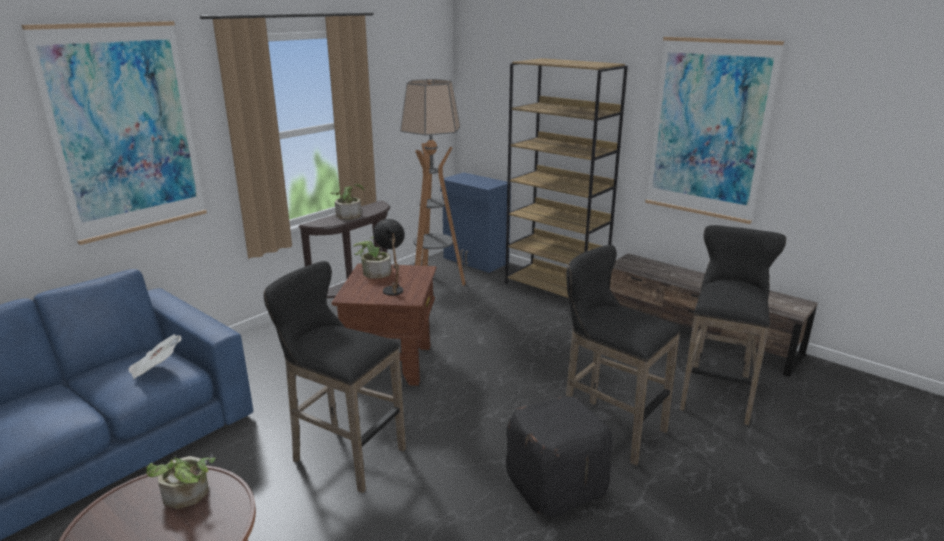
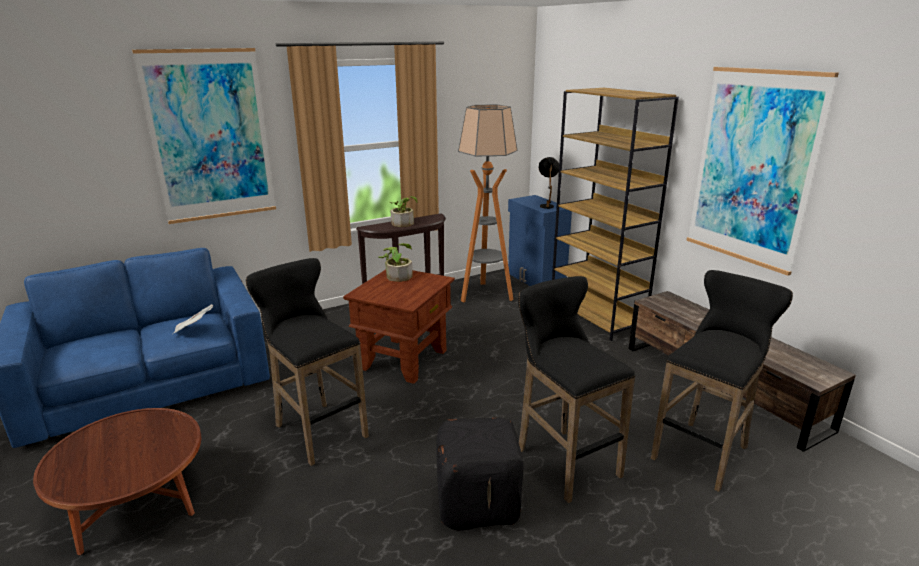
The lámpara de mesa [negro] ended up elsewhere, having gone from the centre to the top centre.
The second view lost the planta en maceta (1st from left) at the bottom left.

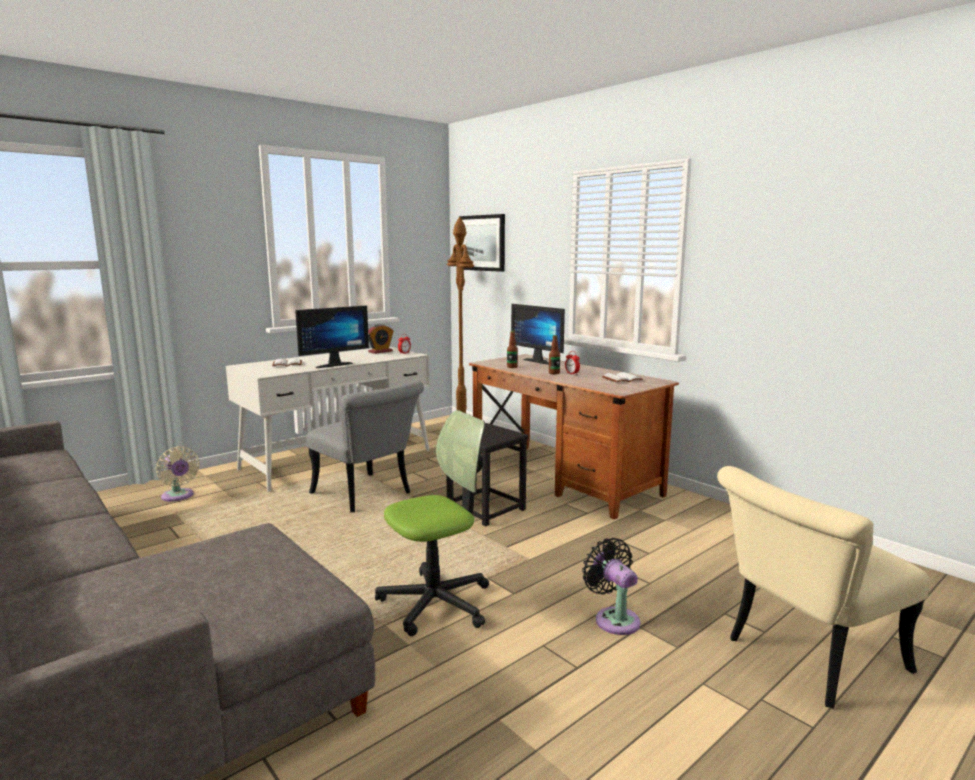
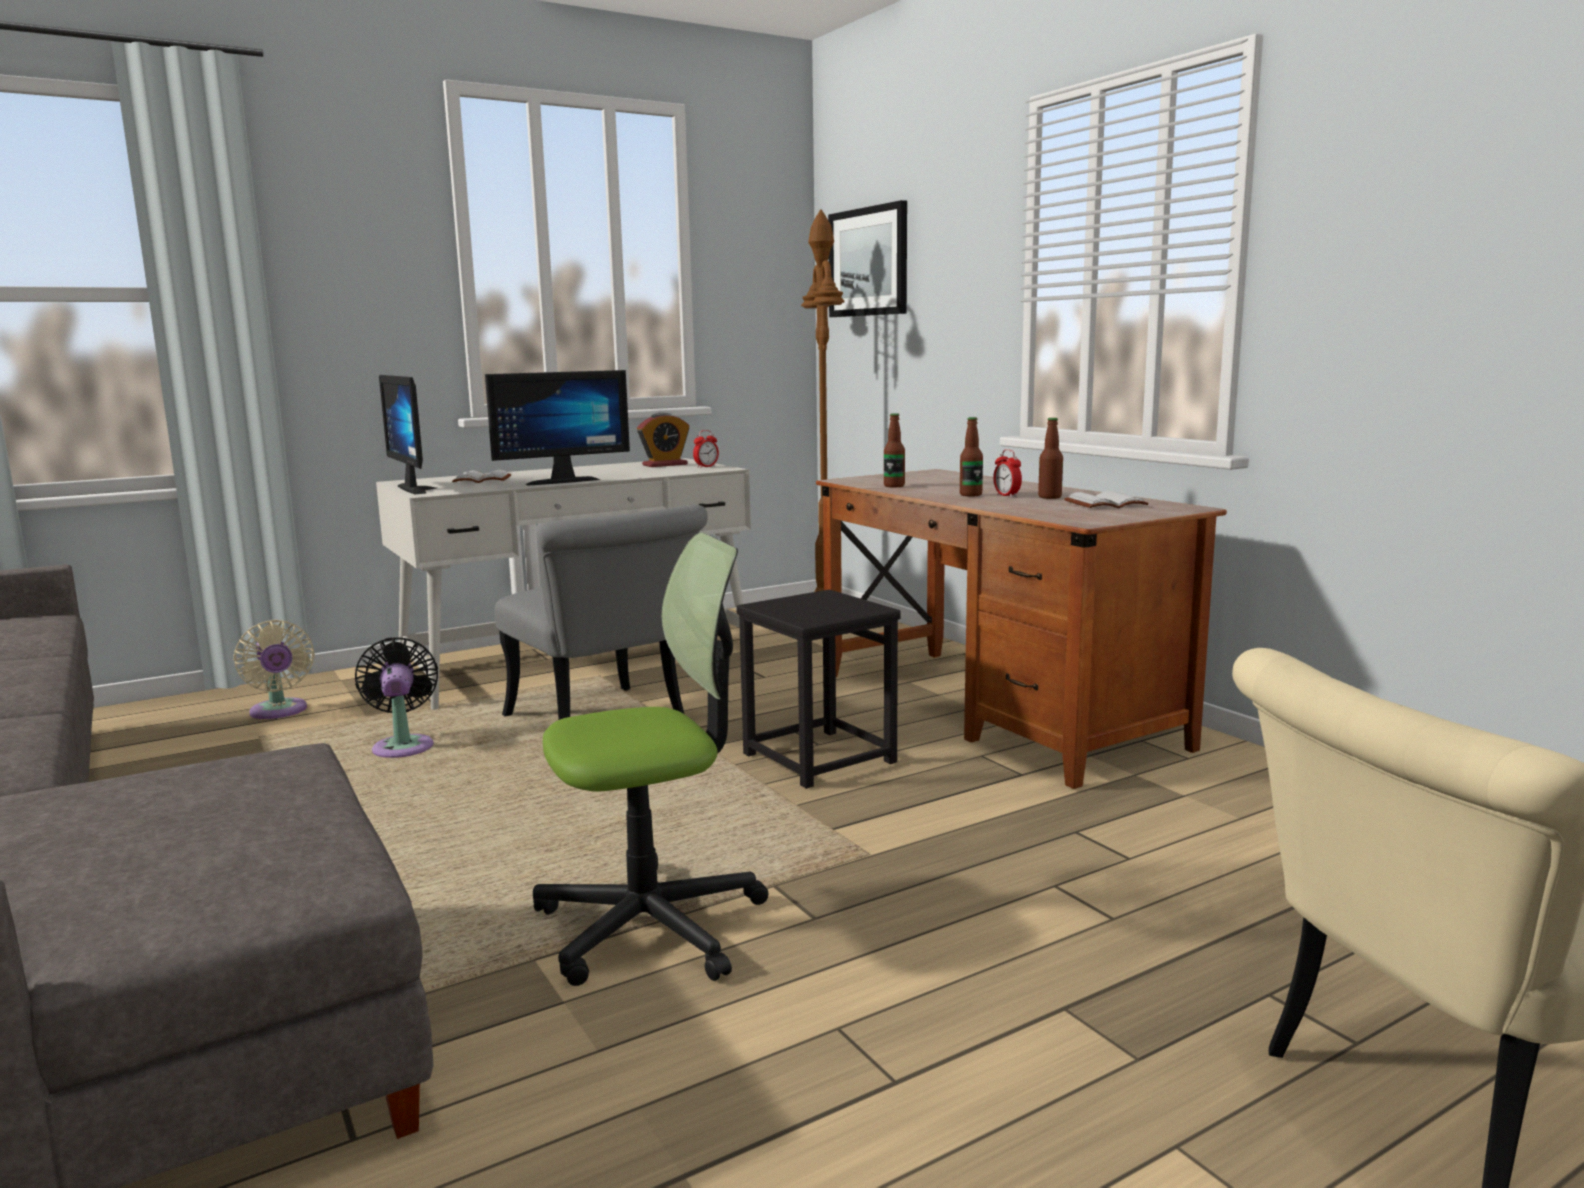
The ventilador [negro] ended up elsewhere, having gone from the bottom centre to the middle left.
The monitor (2nd from left in the first image) ended up elsewhere, having gone from the centre to the middle left.
The second view gained the botella (3rd from left) at the centre.

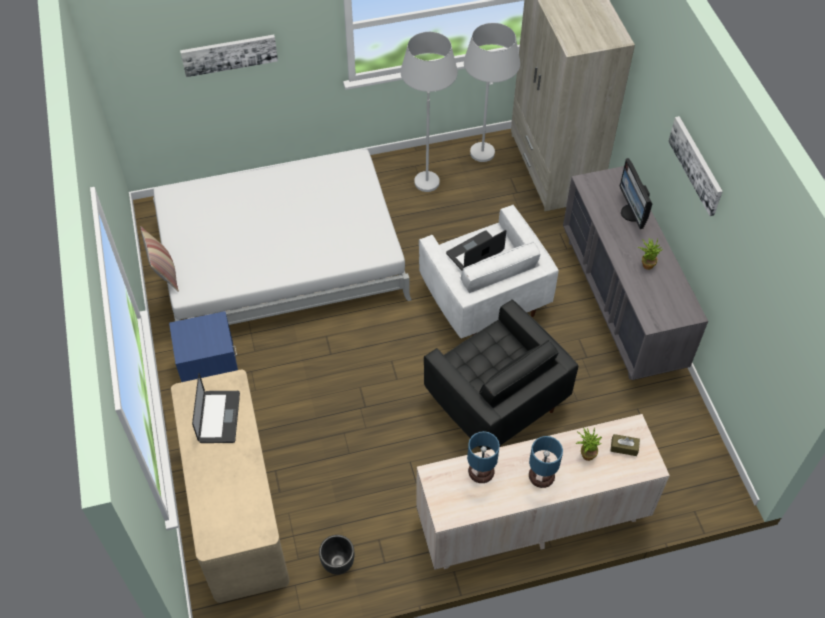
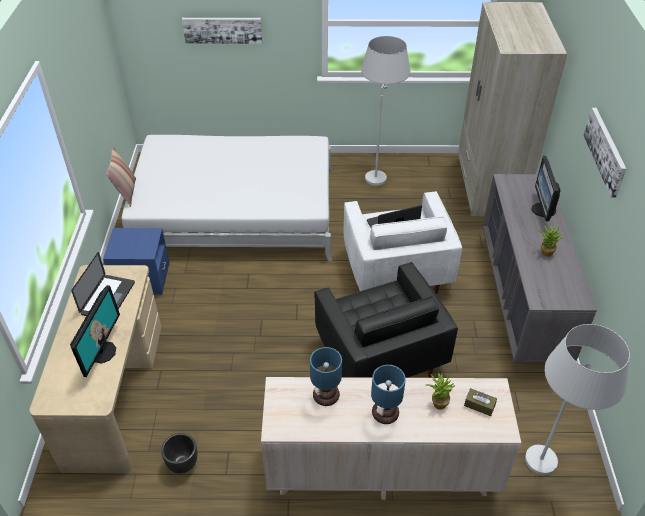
The second view gained the monitor (1st from left) at the middle left.
The lámpara de pie [blanco] (2nd from left) ended up elsewhere, having gone from the top centre to the bottom right.

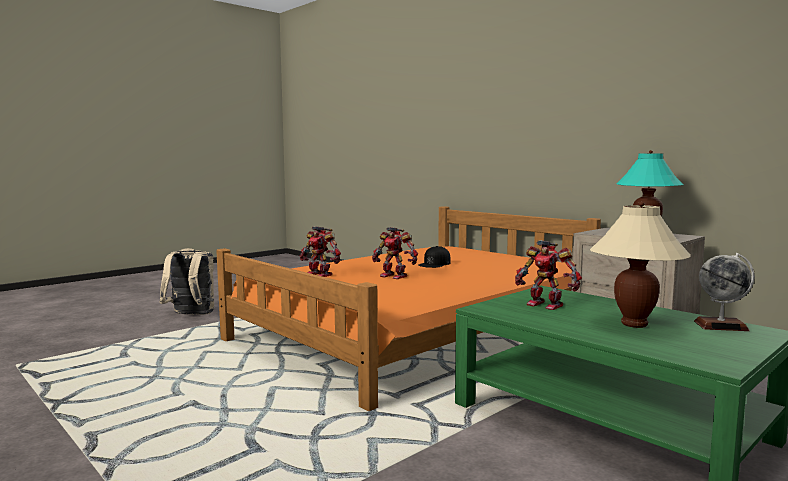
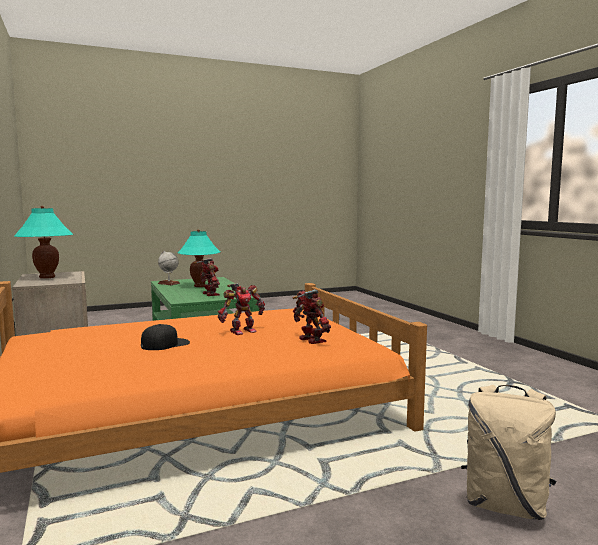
What was the lámpara de mesa [beis] at the middle right turned into the lámpara de mesa [turquesa] (2nd from left) at the middle left.
The robot de juguete (2nd from left) at the centre ended up facing another way, 90 degrees clockwise from before.

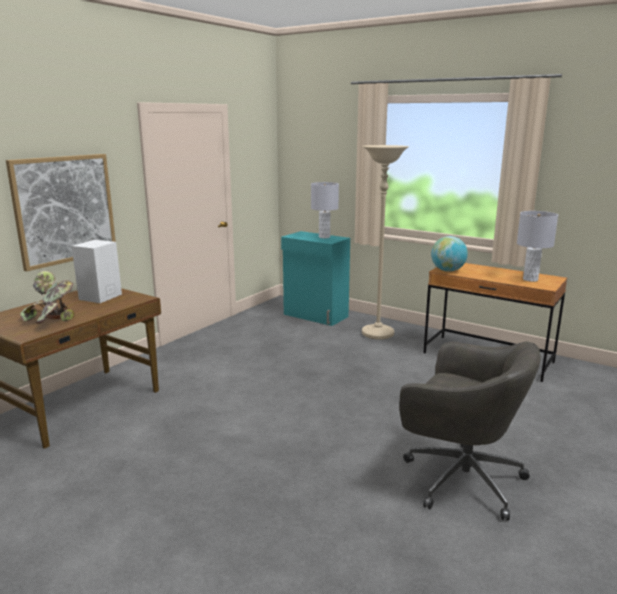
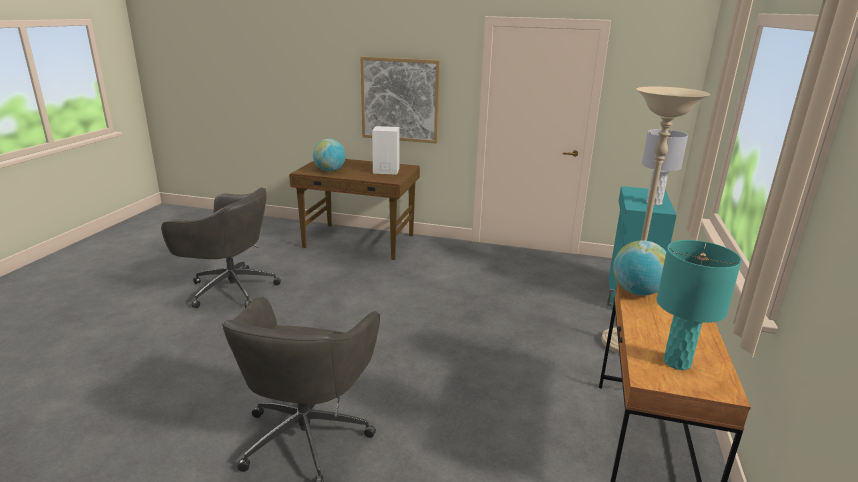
The second view gained the silla de oficina [gris] (1st from left) at the middle left.
Where the planta en maceta stood at the middle left, the globo terráqueo (1st from left) came to stand at the top centre.
What was the lámpara de mesa [gris] (2nd from left) at the middle right turned into the lámpara de mesa [turquesa] at the middle right.

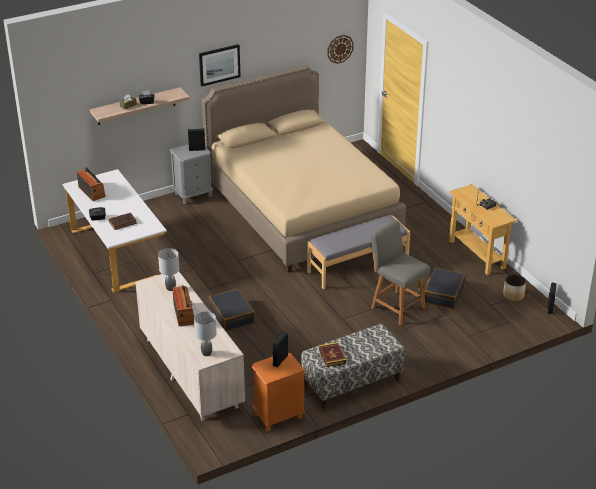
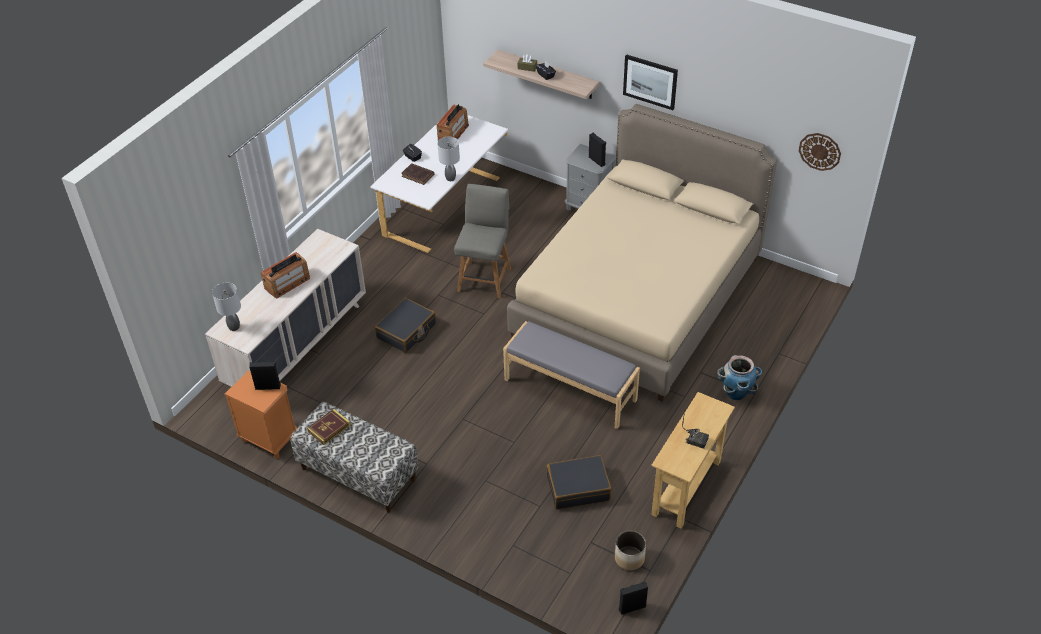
The lámpara de mesa [gris] (1st from left in the first image) ended up elsewhere, having gone from the middle left to the top centre.
The silla [gris] ended up elsewhere, having gone from the middle right to the centre.
The second view gained the maceta (2nd from left) at the middle right.

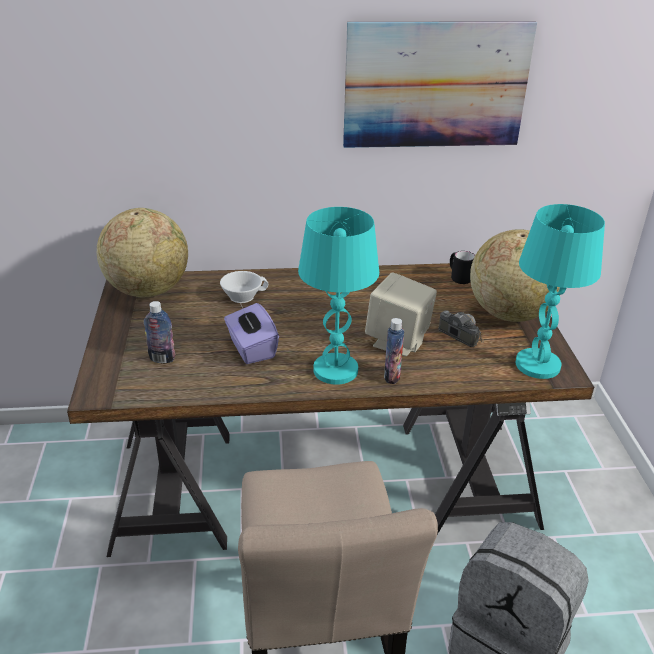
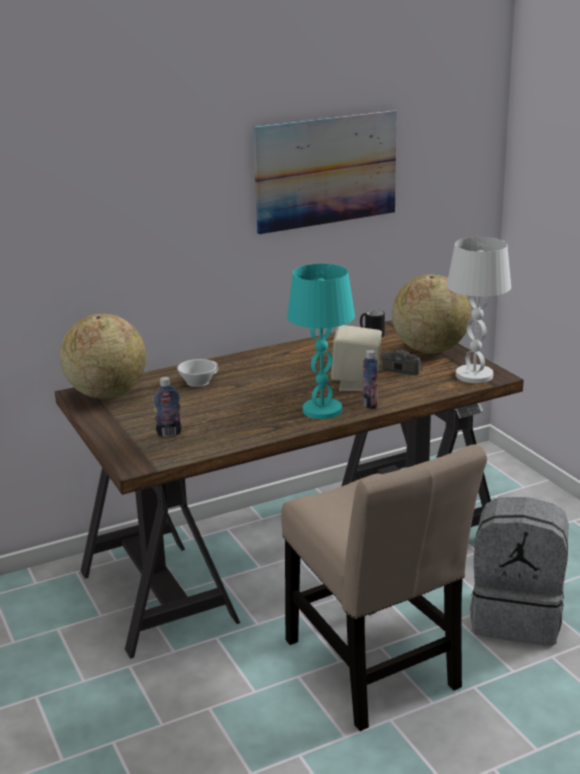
What was the lámpara de mesa [turquesa] (2nd from left) at the middle right turned into the lámpara de mesa [blanco] at the middle right.
The second view lost the caja de pañuelos [morado] at the centre.

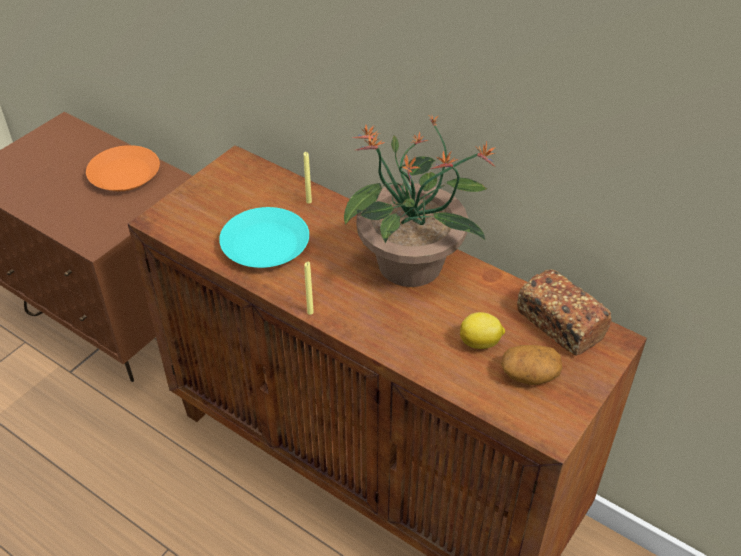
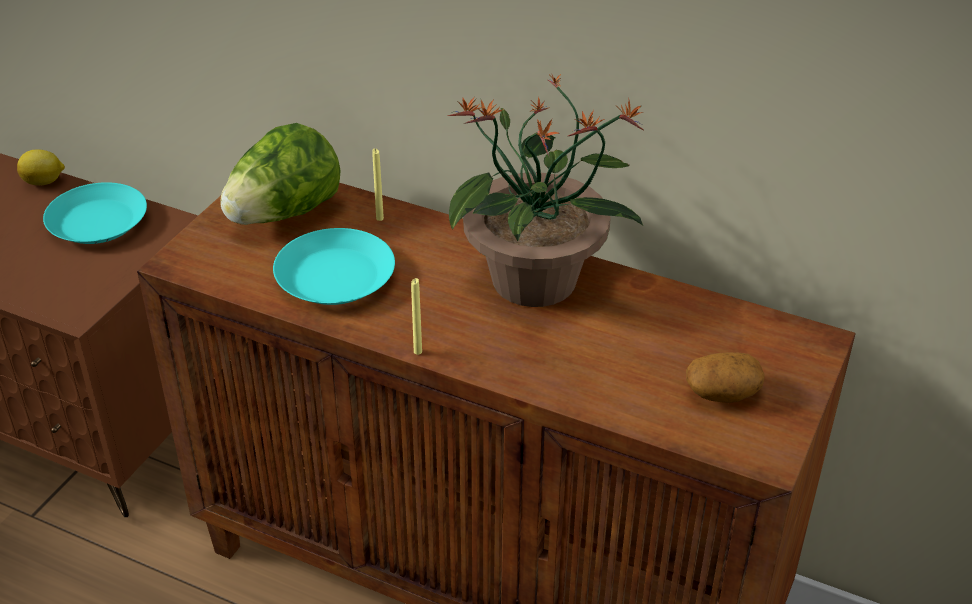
The limón ended up elsewhere, having gone from the centre to the top left.
What was the plato [naranja] at the top left turned into the plato [turquesa] (1st from left) at the middle left.
The second view gained the lechuga at the top left.
The second view lost the pan at the middle right.

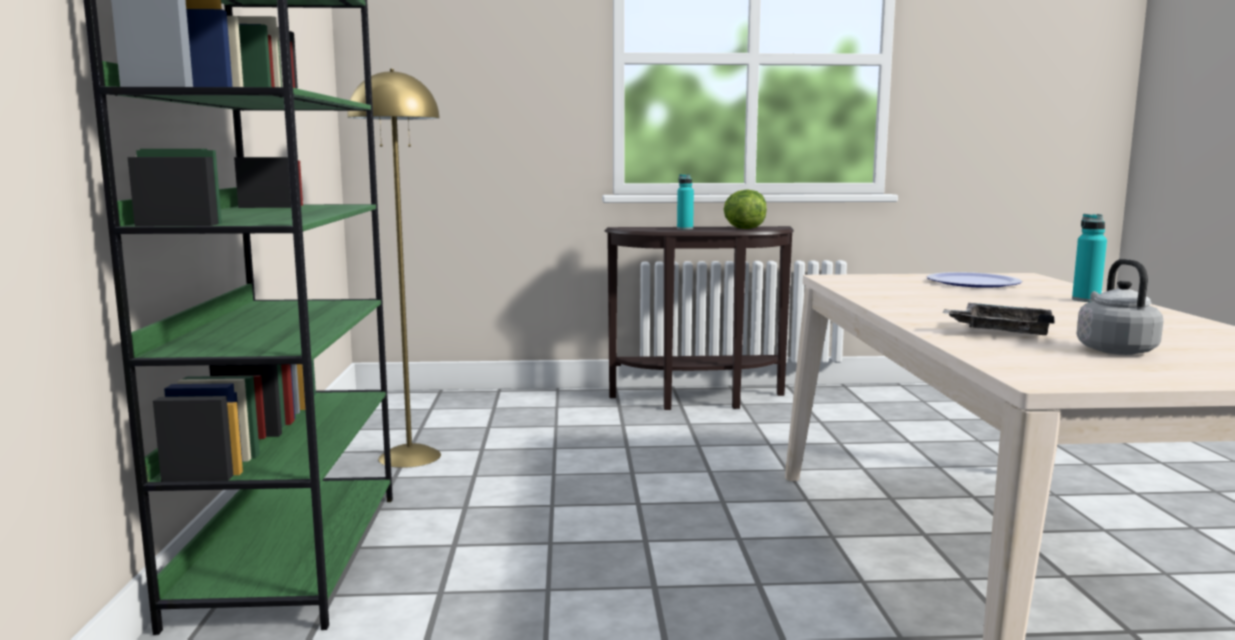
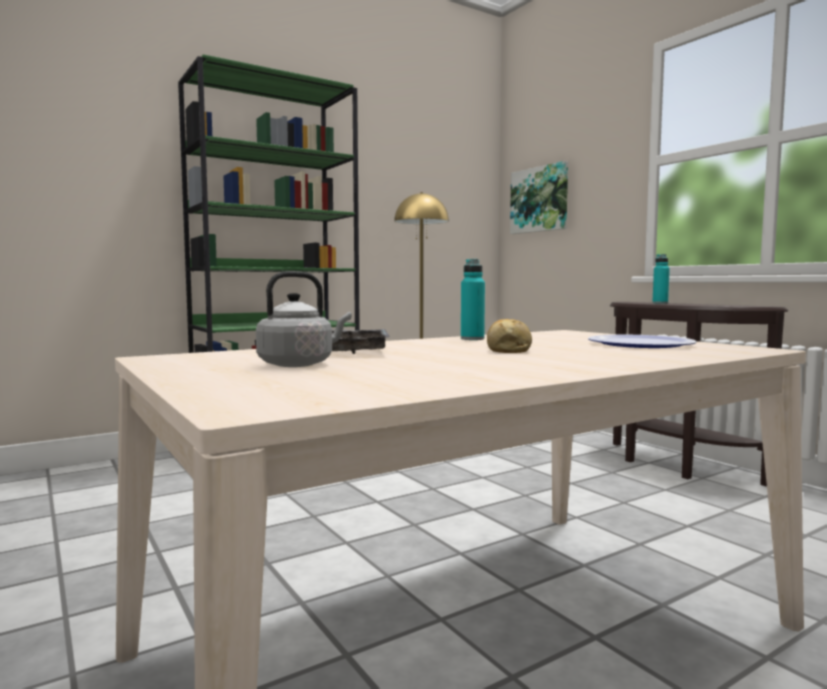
The botella [turquesa] (2nd from left in the first image) ended up elsewhere, having gone from the middle right to the centre.
The second view gained the pan at the centre.
The second view gained the cuadro at the top centre.
The second view lost the lechuga at the top centre.

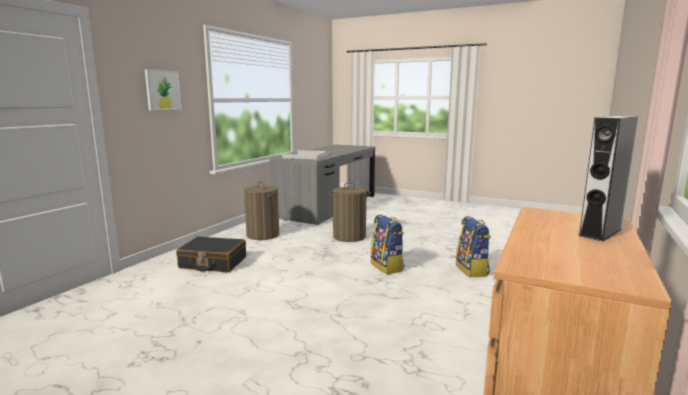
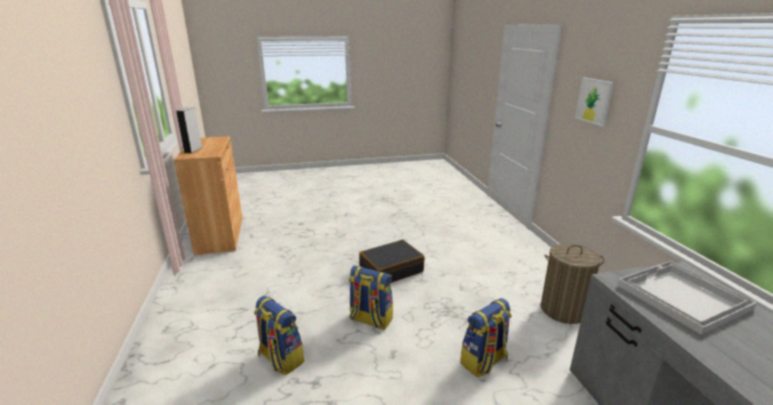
The maleta [negro] ended up elsewhere, having gone from the middle left to the centre.
Where the cesto de la ropa (2nd from left) stood at the centre, the mochila (3rd from left) came to stand at the bottom centre.

